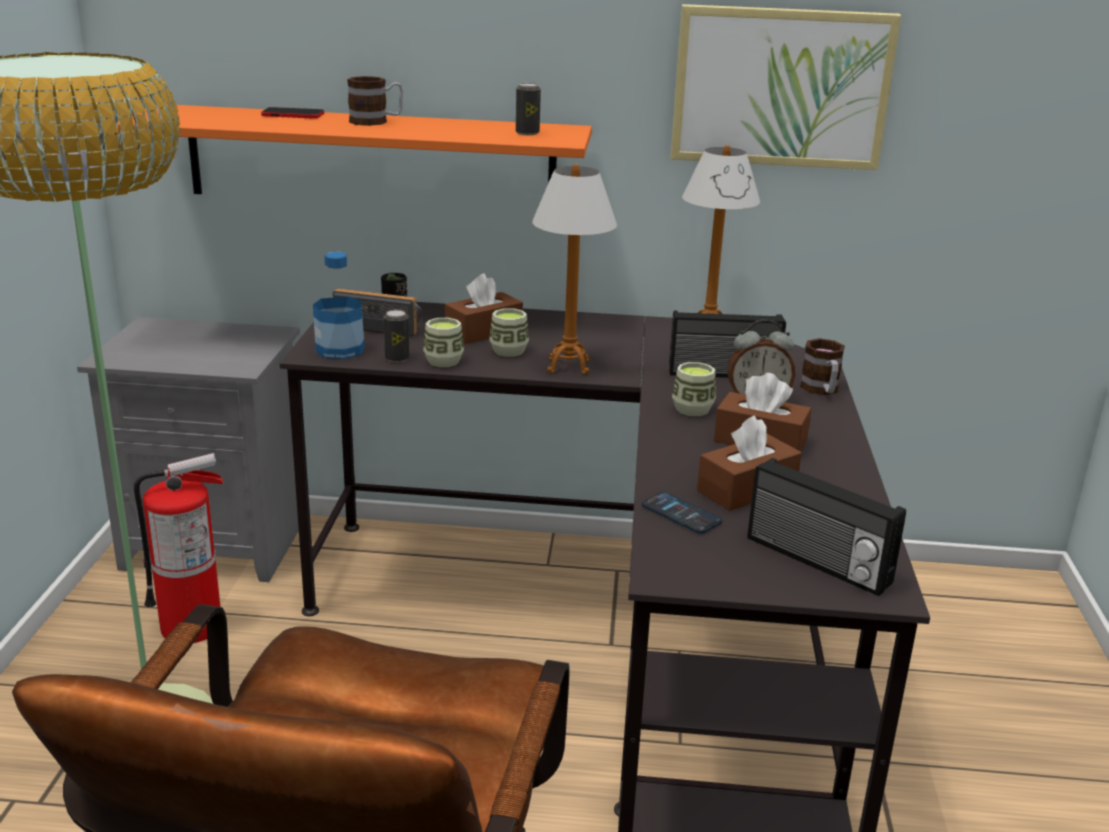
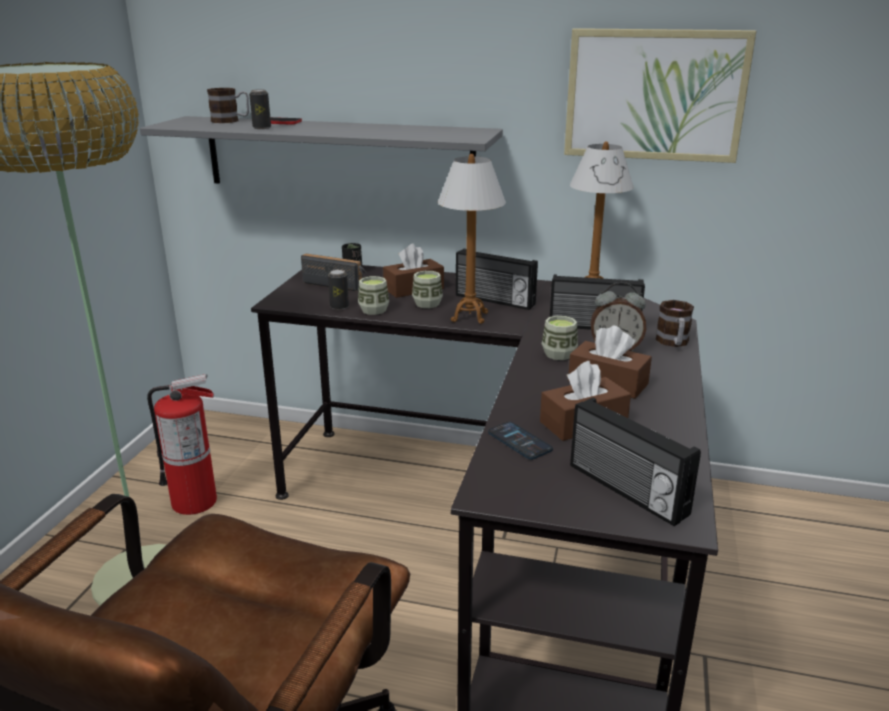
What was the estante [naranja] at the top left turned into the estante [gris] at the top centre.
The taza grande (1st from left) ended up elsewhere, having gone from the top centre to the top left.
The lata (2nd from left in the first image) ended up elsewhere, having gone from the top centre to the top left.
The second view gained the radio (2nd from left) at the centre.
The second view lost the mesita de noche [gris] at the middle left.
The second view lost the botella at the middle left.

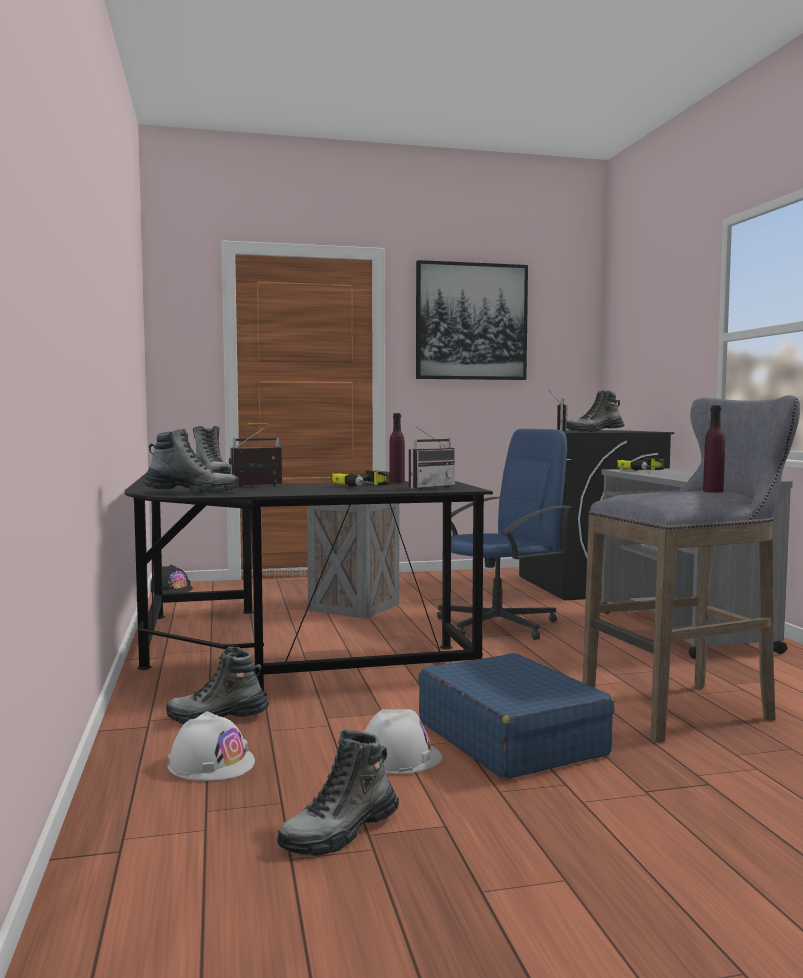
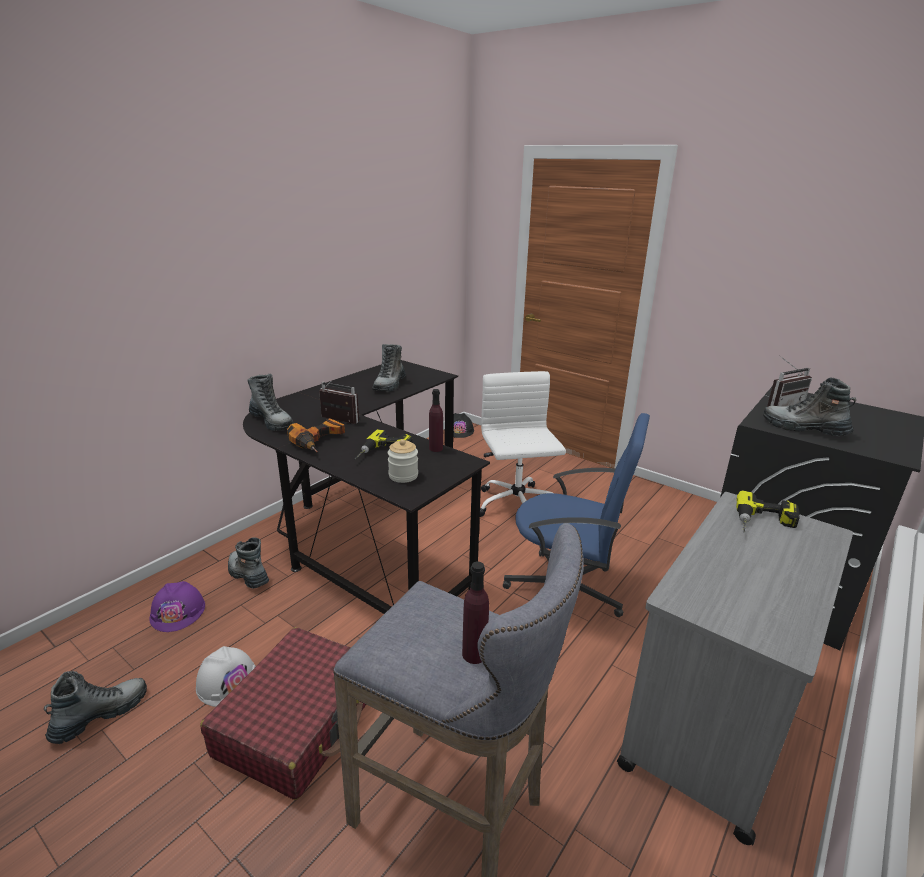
The bota (4th from left in the first image) at the bottom centre ended up facing another way, 120 degrees clockwise from before.
What was the casco [blanco] (1st from left) at the bottom left turned into the casco [morado] at the bottom left.
What was the maleta [azul] at the bottom centre turned into the maleta [rojo] at the bottom left.
The second view gained the taladro (1st from left) at the centre.
Where the radio (2nd from left) stood at the centre, the tarro came to stand at the centre.
Where the caja de embalaje stood at the centre, the silla de oficina [blanco] came to stand at the centre.
The second view lost the cuadro at the top centre.

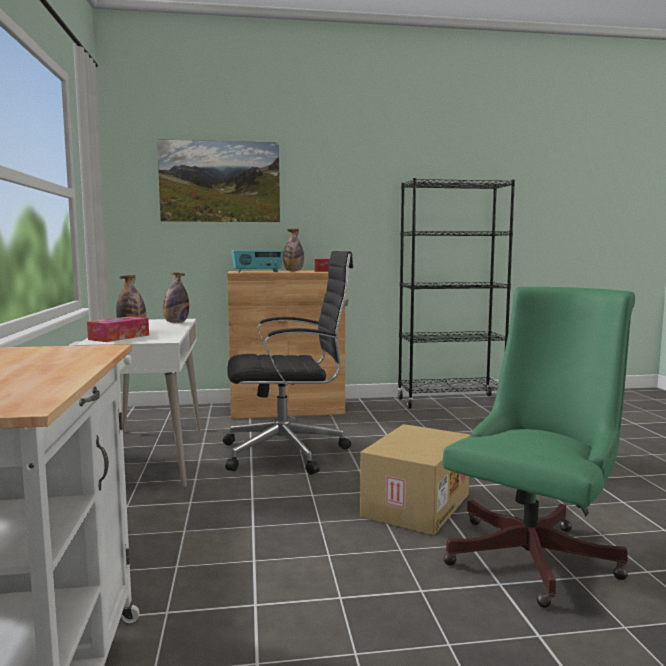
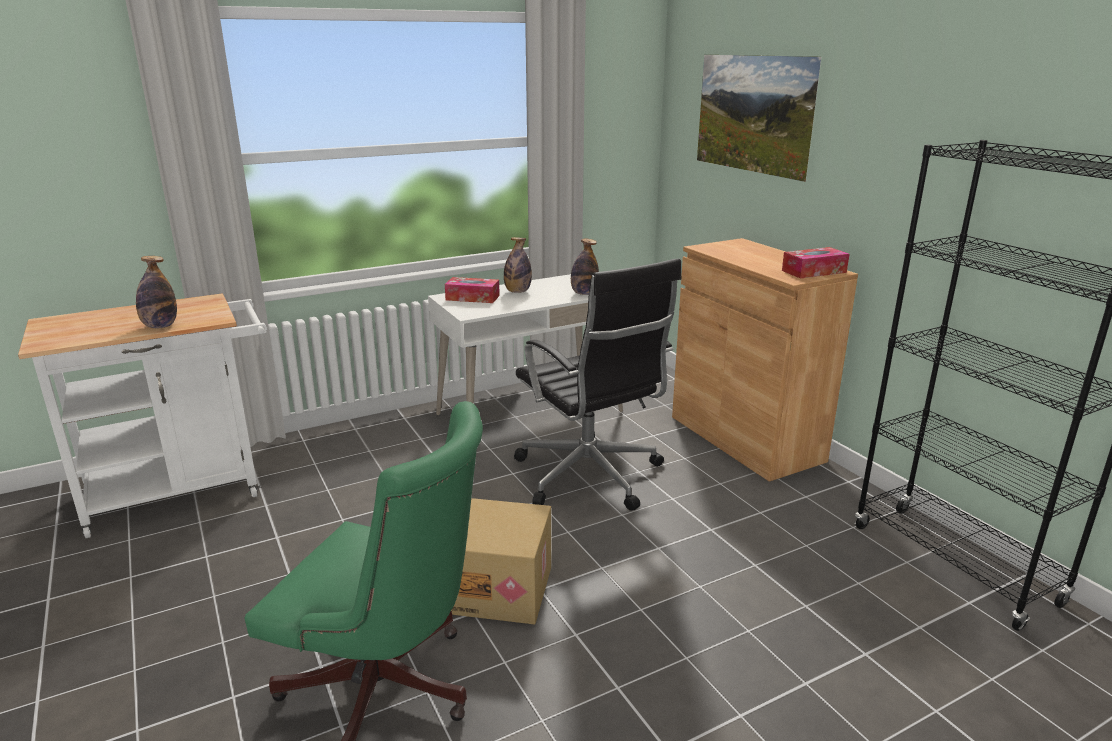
The botella (3rd from left in the first image) ended up elsewhere, having gone from the centre to the middle left.
The second view lost the radio at the centre.

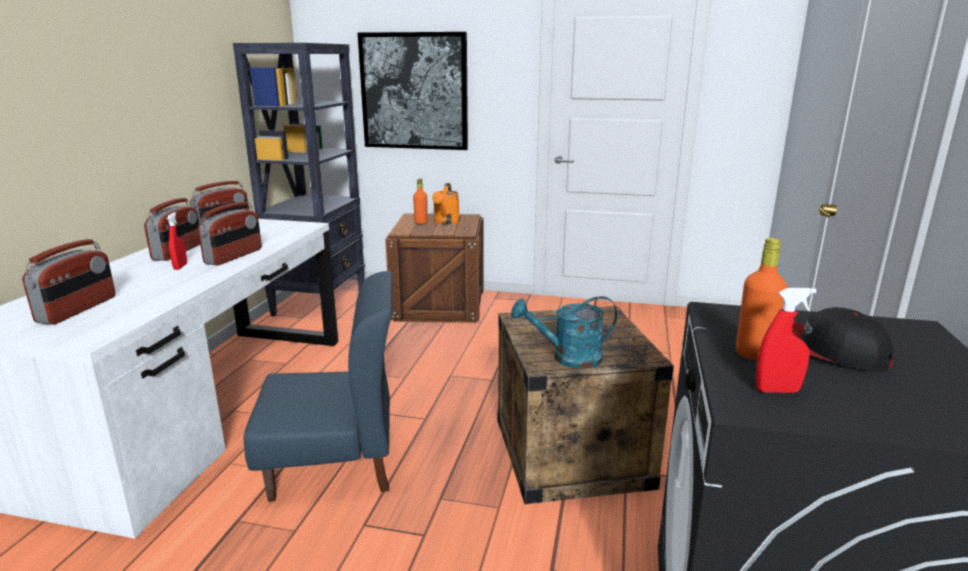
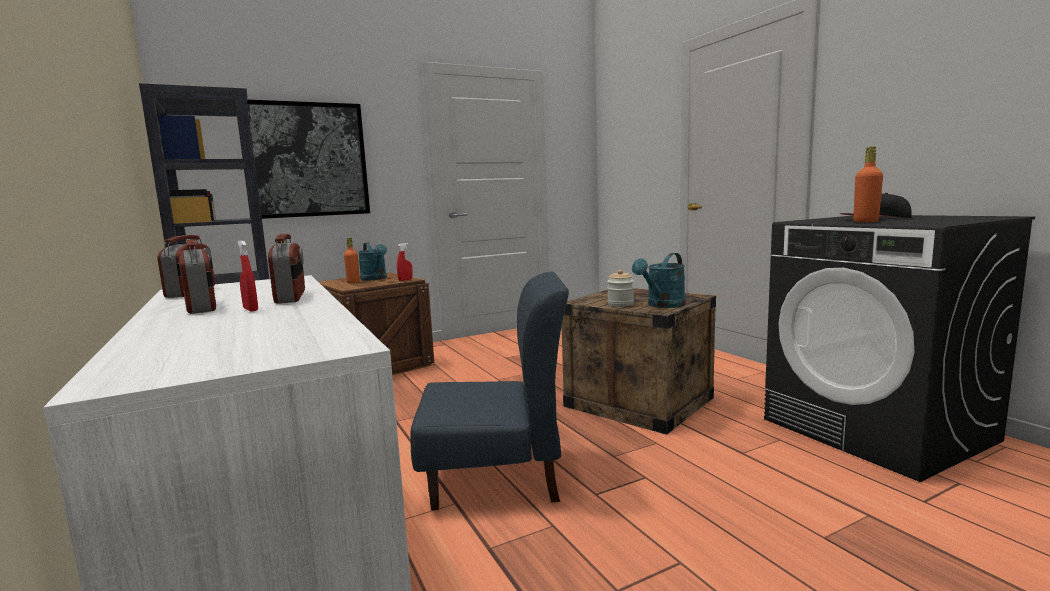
What was the regadera [naranja] at the centre turned into the regadera [turquesa] (1st from left) at the centre.
The pulverizador [rojo] (2nd from left) ended up elsewhere, having gone from the middle right to the centre.
The silla [azul] at the bottom left ended up facing another way, 45 degrees clockwise from before.
The second view gained the tarro at the centre.
The second view lost the radio (1st from left) at the middle left.

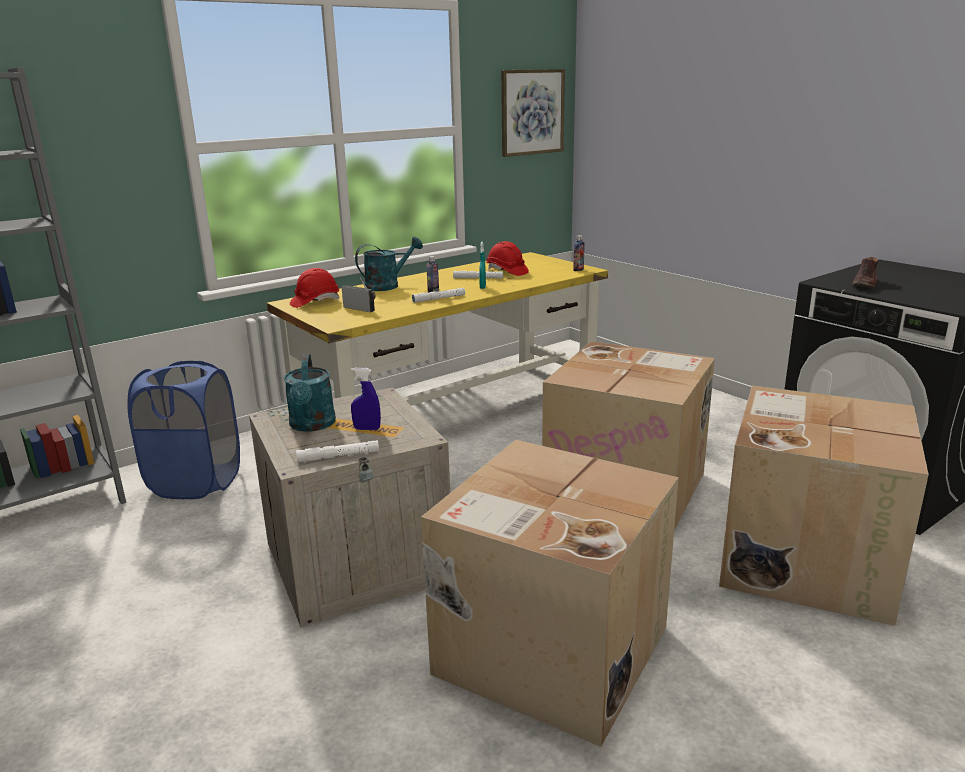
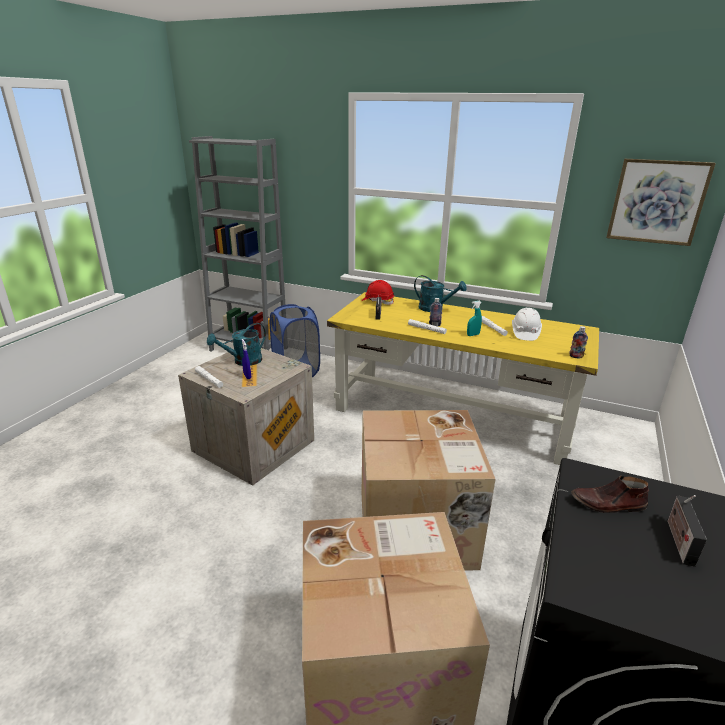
What was the casco [rojo] (2nd from left) at the centre turned into the casco [blanco] at the middle right.
The second view gained the radio (2nd from left) at the bottom right.
The second view lost the caja de cartón (1st from left) at the bottom centre.

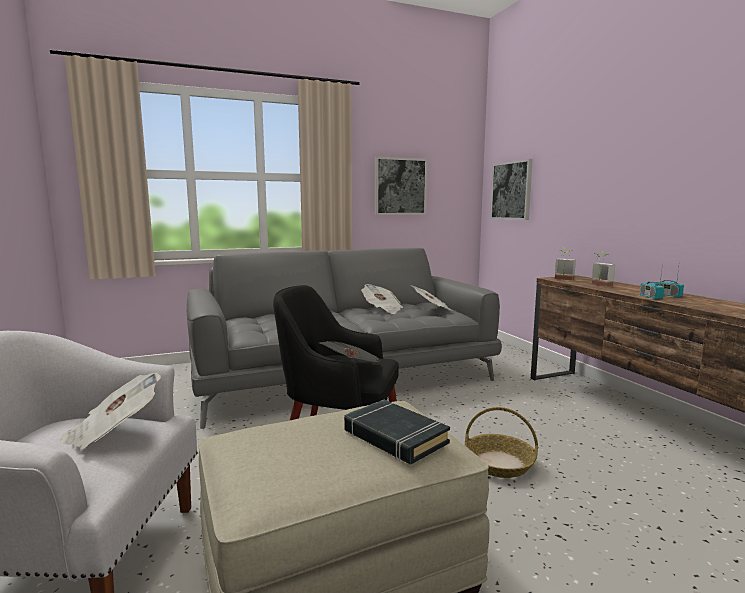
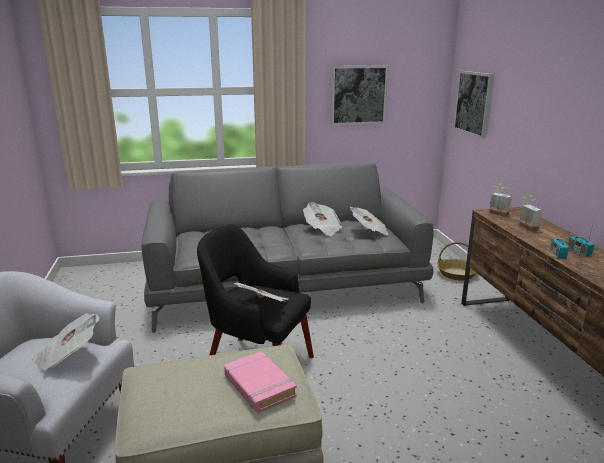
What was the libro [negro] at the bottom centre turned into the libro [rosa] at the bottom centre.
The cesta ended up elsewhere, having gone from the bottom right to the middle right.

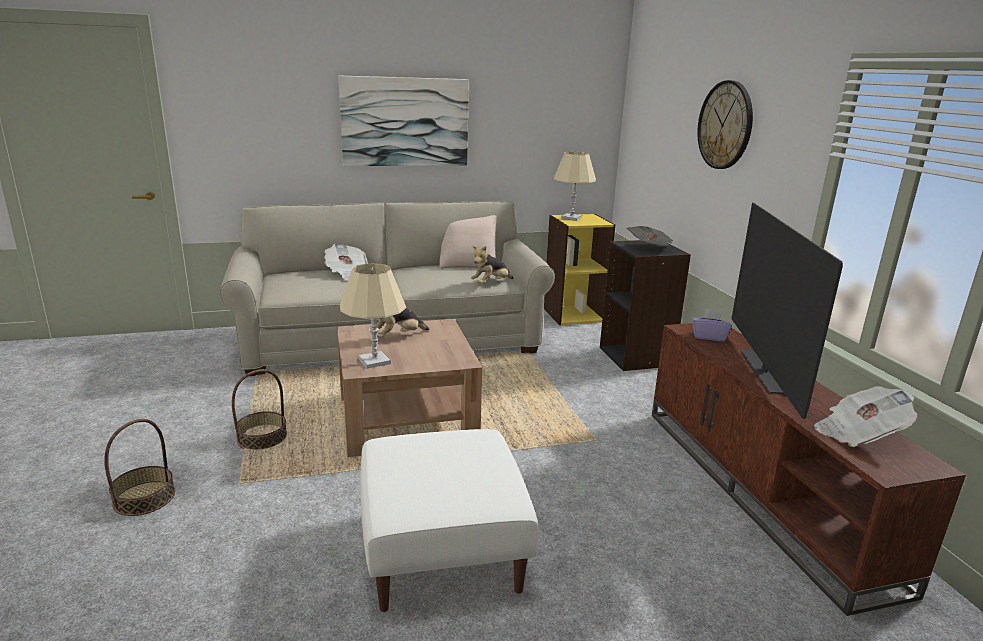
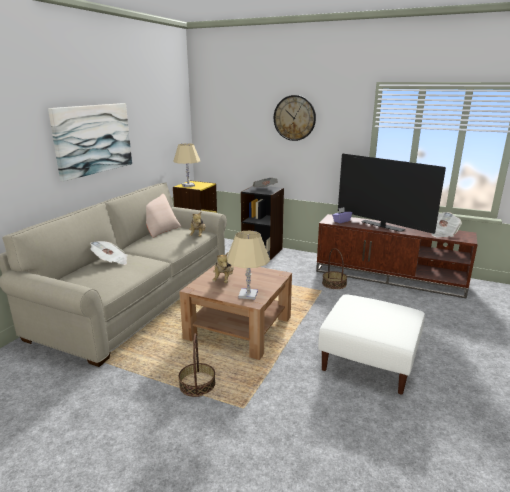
The cesta (1st from left in the first image) ended up elsewhere, having gone from the bottom left to the centre.

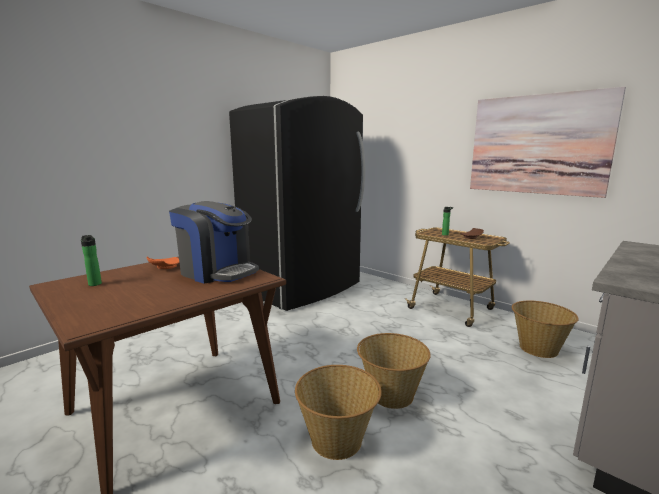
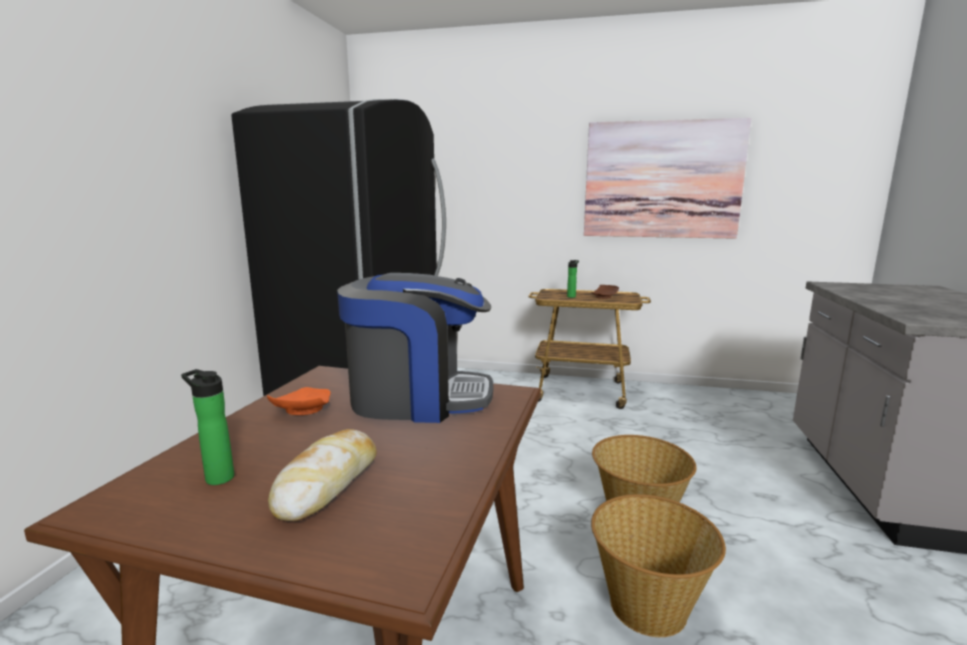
The second view gained the pan at the bottom left.
The second view lost the cesta (3rd from left) at the middle right.

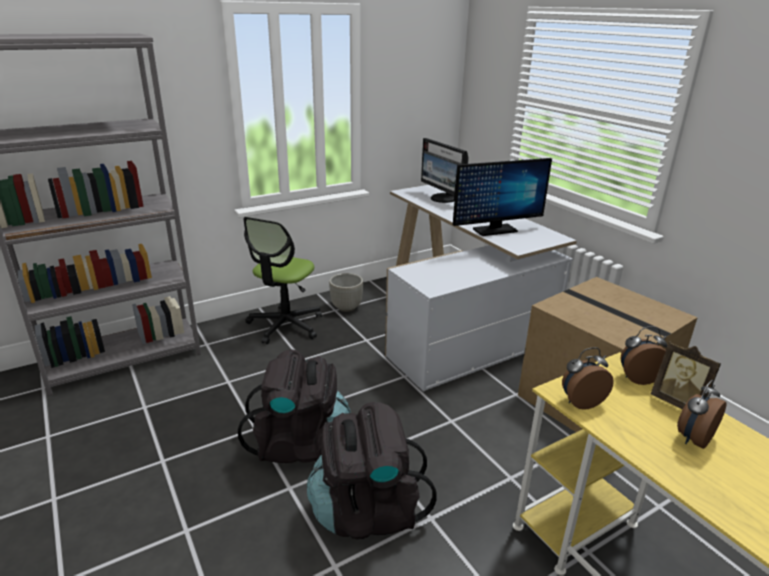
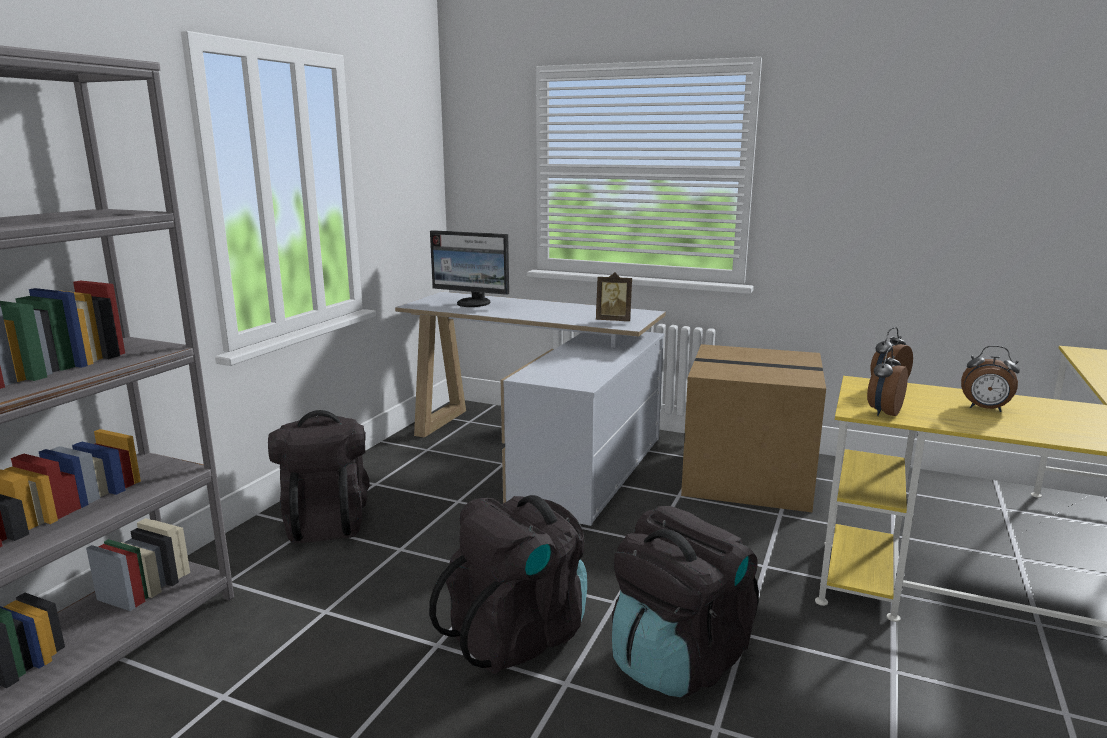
Where the silla de oficina stood at the centre, the mochila [negro] (1st from left) came to stand at the middle left.
The portarretratos ended up elsewhere, having gone from the middle right to the centre.
The despertador (3rd from left) at the bottom right ended up facing another way, 75 degrees counterclockwise from before.
The second view lost the maceta [gris] at the centre.
The second view lost the monitor (2nd from left) at the centre.

